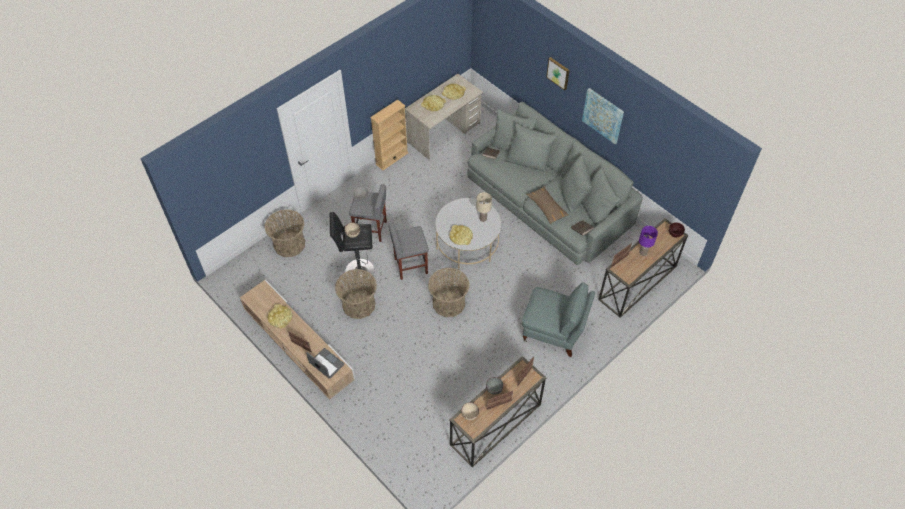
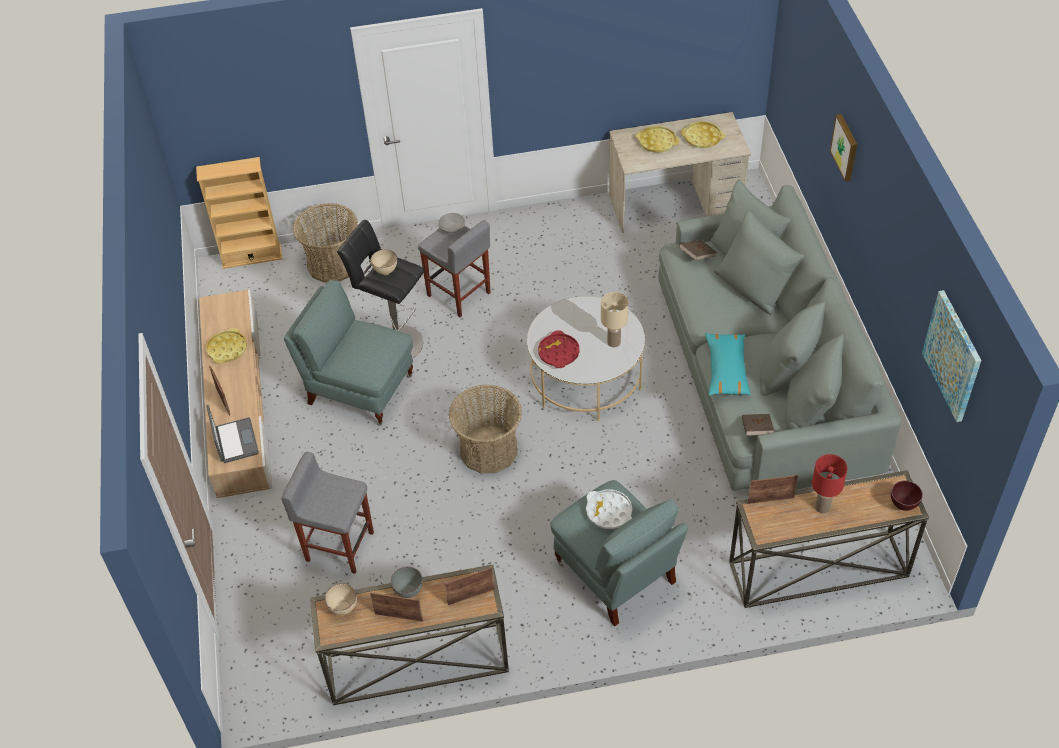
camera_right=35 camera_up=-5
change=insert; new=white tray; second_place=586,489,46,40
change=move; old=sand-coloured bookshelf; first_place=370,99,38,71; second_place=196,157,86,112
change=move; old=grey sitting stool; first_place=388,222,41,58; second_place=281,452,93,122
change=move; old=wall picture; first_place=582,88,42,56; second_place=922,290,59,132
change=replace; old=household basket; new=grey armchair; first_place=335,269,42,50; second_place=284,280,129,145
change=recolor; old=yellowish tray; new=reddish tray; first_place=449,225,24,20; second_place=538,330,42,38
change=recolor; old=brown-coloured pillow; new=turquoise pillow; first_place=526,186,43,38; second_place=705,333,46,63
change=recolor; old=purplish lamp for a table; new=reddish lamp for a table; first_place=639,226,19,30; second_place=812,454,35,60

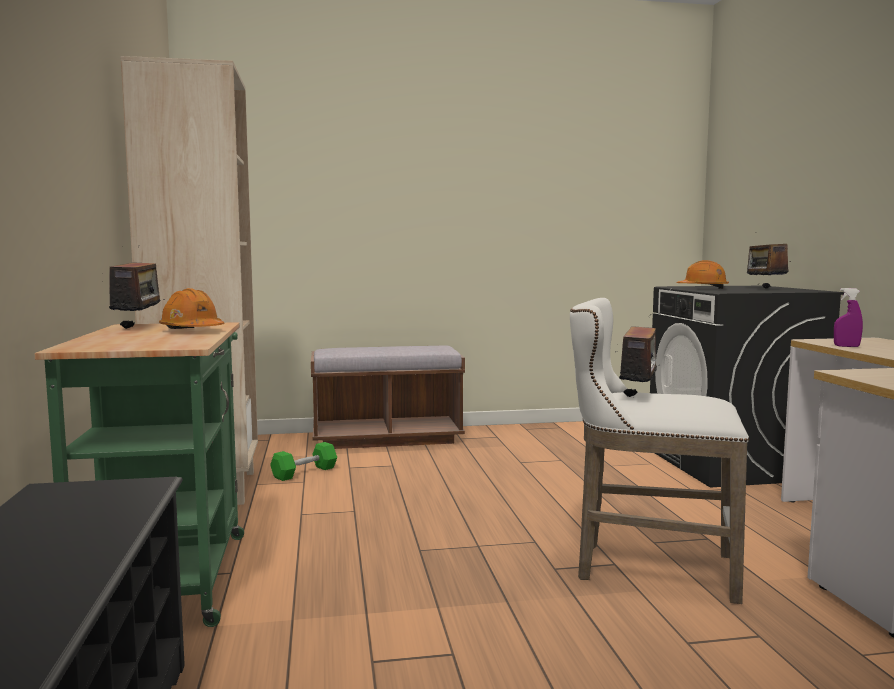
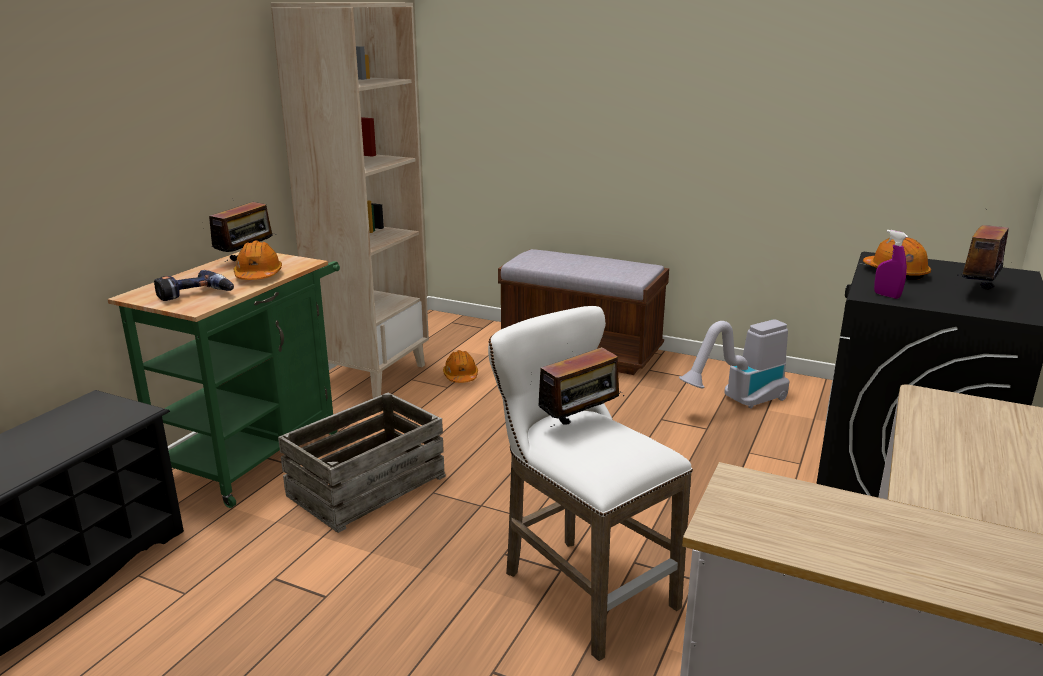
camera_right=35 camera_up=15
change=insert; new=electric drill; second_place=154,270,80,31
change=insert; new=crate; second_place=278,392,168,141
change=insert; new=vacuum; second_place=679,319,110,90
change=move; old=purplish spray bottle; first_place=834,288,29,59; second_place=874,230,34,69
change=replace; old=green-coloured free weight; new=orange hard hat; first_place=270,442,67,39; second_place=443,350,35,33

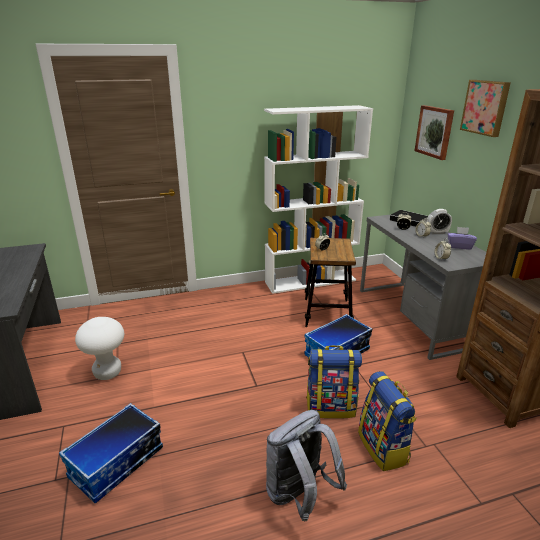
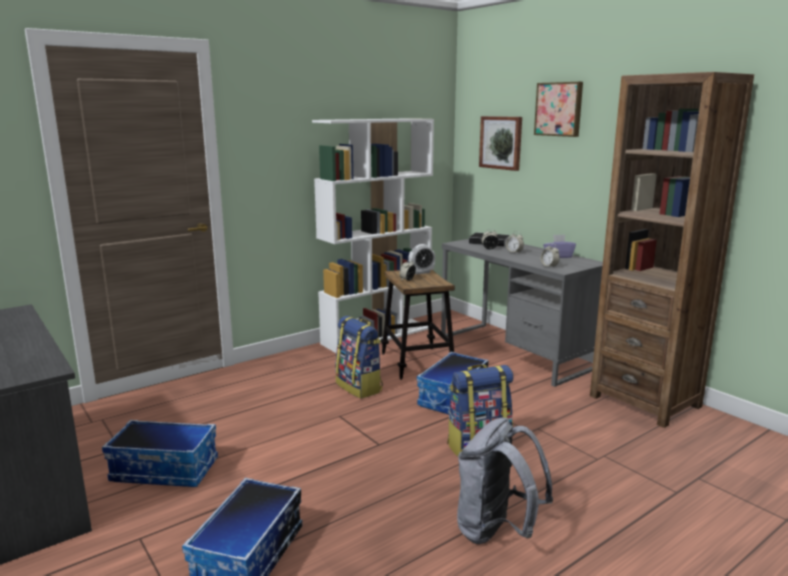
camera_right=-20 camera_up=-10
change=move; old=knapsack; first_place=358,371,59,100; second_place=335,316,48,83
change=move; old=table clock; first_place=427,209,25,25; second_place=408,244,27,30
change=replace; old=white sitting stool; new=storage container; first_place=75,317,49,63; second_place=102,420,116,67

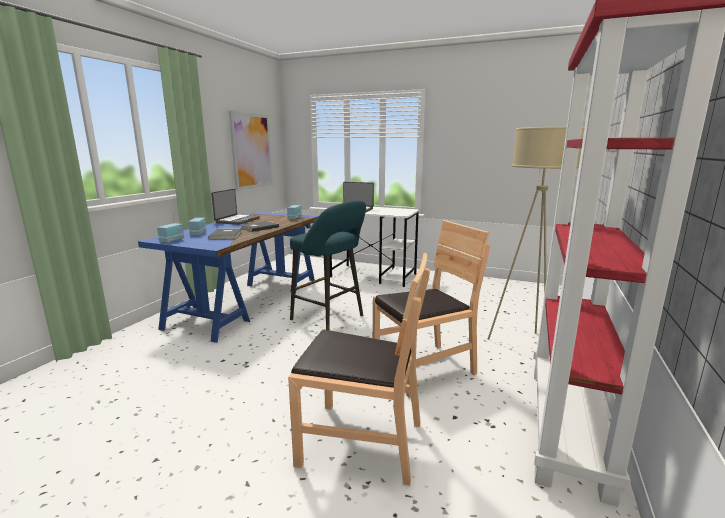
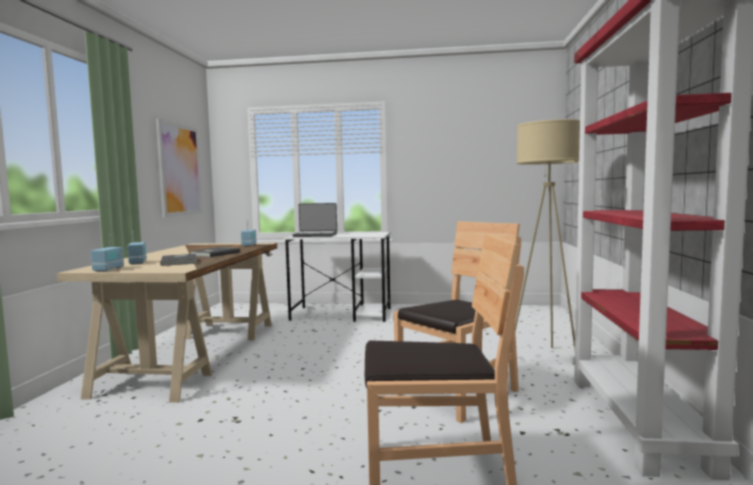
camera_right=-15 camera_up=-10
change=delete; old=portable computer; first_place=211,189,49,36
change=delete; old=turquoise sitting stool; first_place=290,200,76,130
change=recolor; old=bluish desk; new=sand-coloured desk; first_place=138,212,180,131; second_place=57,243,220,160

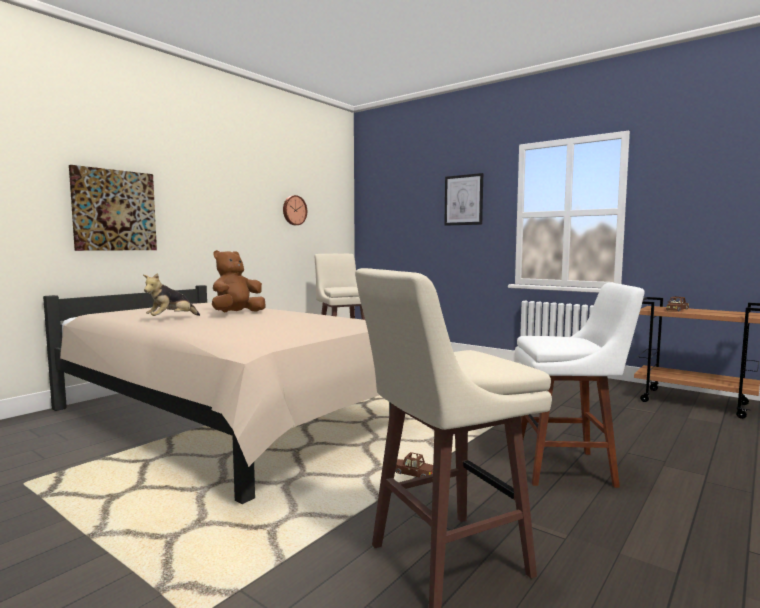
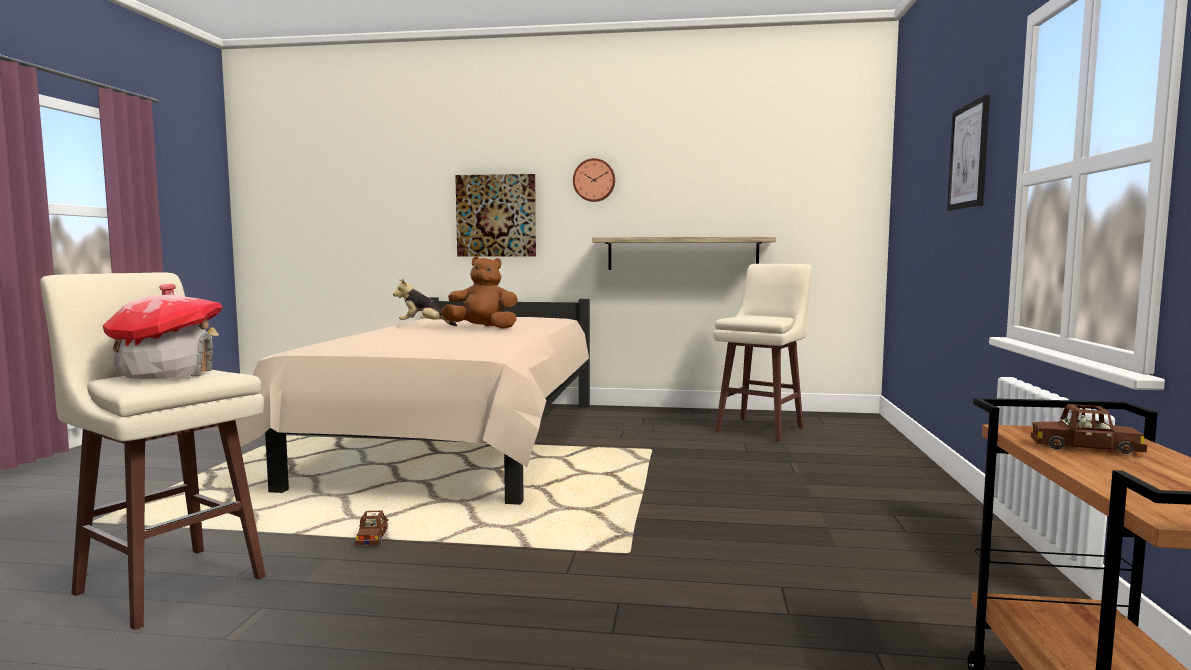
camera_right=60 camera_up=0
change=delete; old=white sitting stool; first_place=515,283,130,205
change=insert; new=toy house; second_place=103,284,120,95
change=insert; new=bracket shelf; second_place=592,237,184,33
change=move; old=clock on the wall; first_place=283,195,24,30; second_place=573,158,42,44

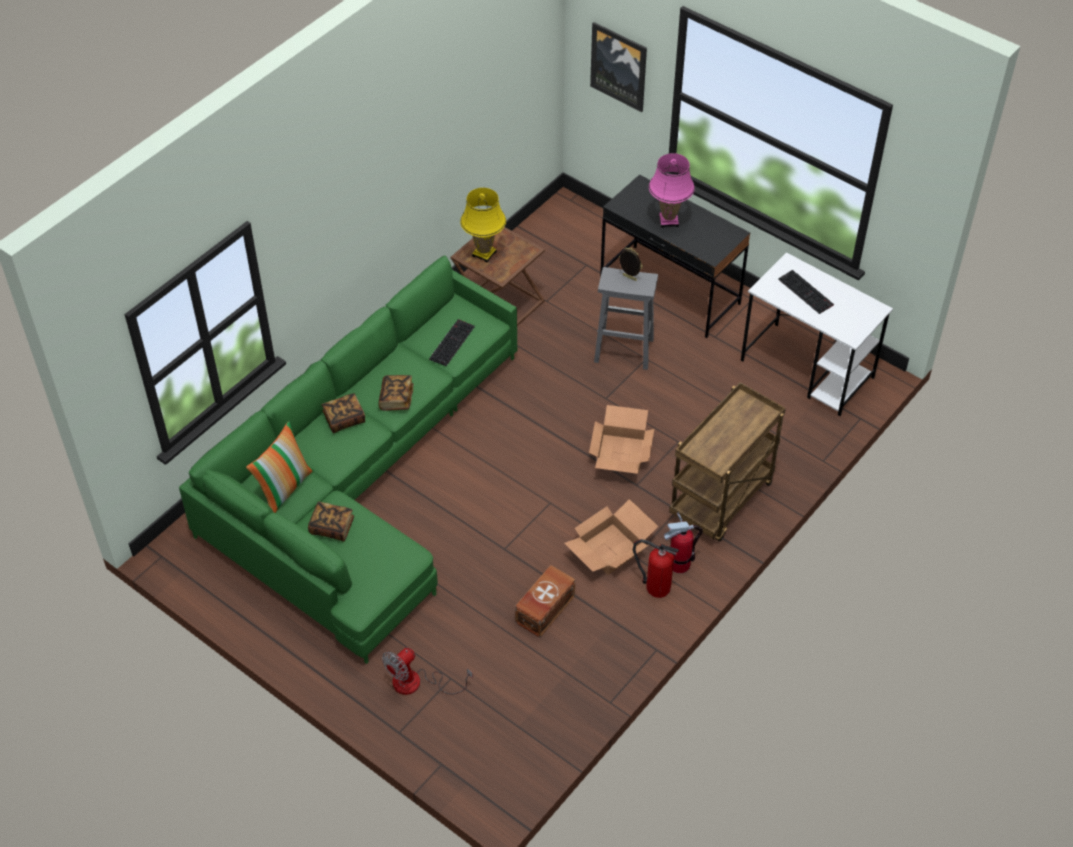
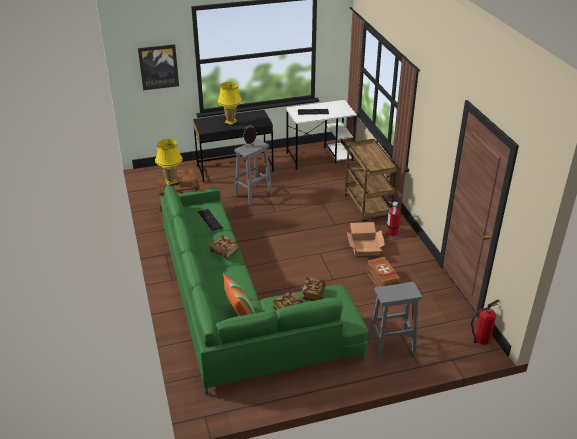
camera_right=-55 camera_up=-15
change=delete; old=packing box; first_place=589,405,65,69
change=move; old=bound book; first_place=322,393,43,40; second_place=301,277,25,24
change=move; old=extinguisher; first_place=633,539,46,59; second_place=471,299,29,46
change=replace; old=cooling fan; new=grey sitting stool; first_place=382,648,91,47; second_place=368,282,54,79
change=recolor; old=pink-coloured lamp for a table; new=yellowish lamp for a table; first_place=649,153,46,75; second_place=217,82,25,44

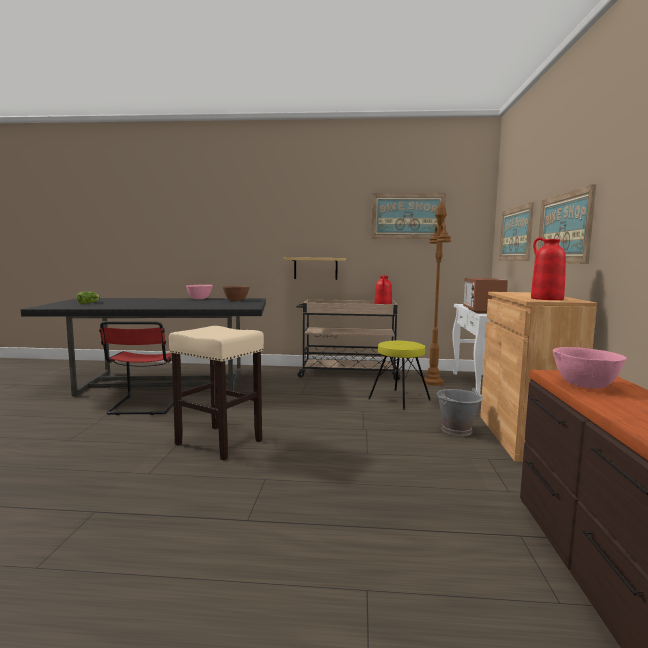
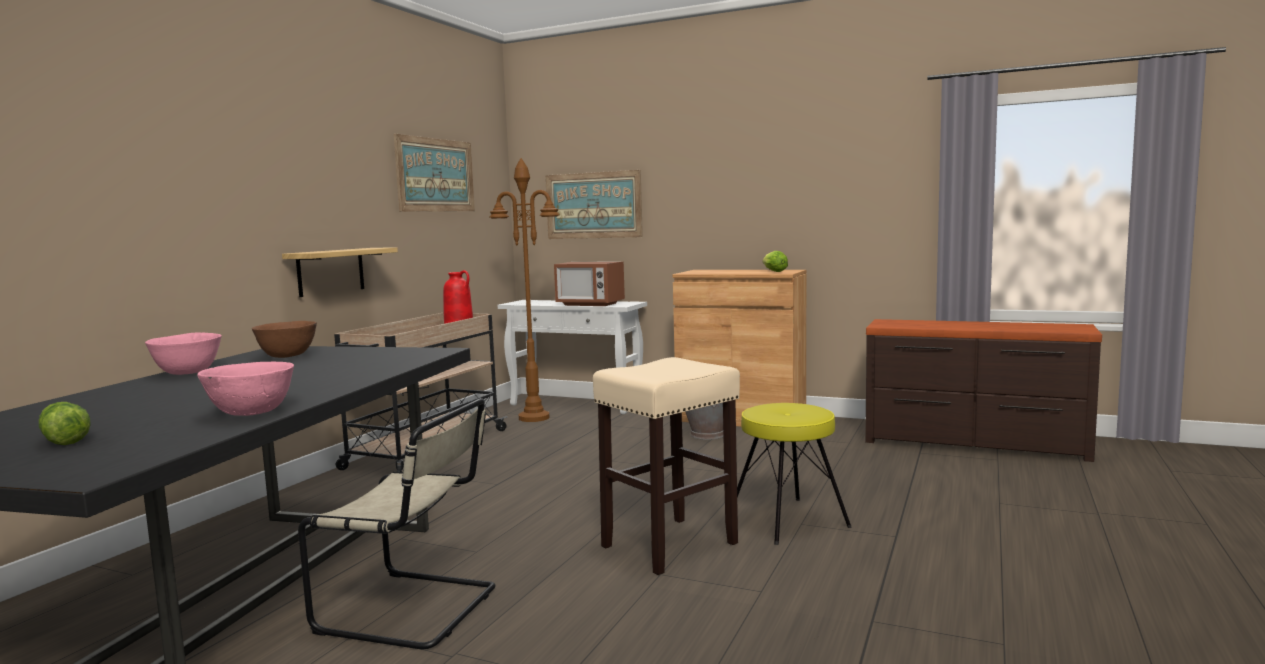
camera_right=-70 camera_up=0
change=delete; old=wall picture; first_place=538,184,58,80
change=move; old=yellowish sitting stool; first_place=368,341,63,69; second_place=737,403,115,142
change=move; old=pink-coloured deep dish; first_place=553,347,74,42; second_place=197,361,97,55
change=replace; old=reddish decorative vase; new=lettuce; first_place=531,237,35,63; second_place=763,251,25,21
change=recolor; old=reddish upright chair; new=sand-coloured upright chair; first_place=99,321,83,94; second_place=298,398,198,251

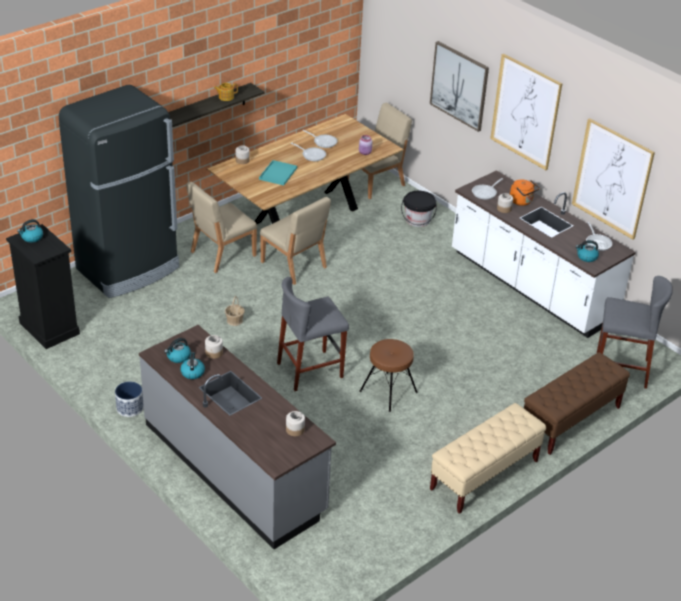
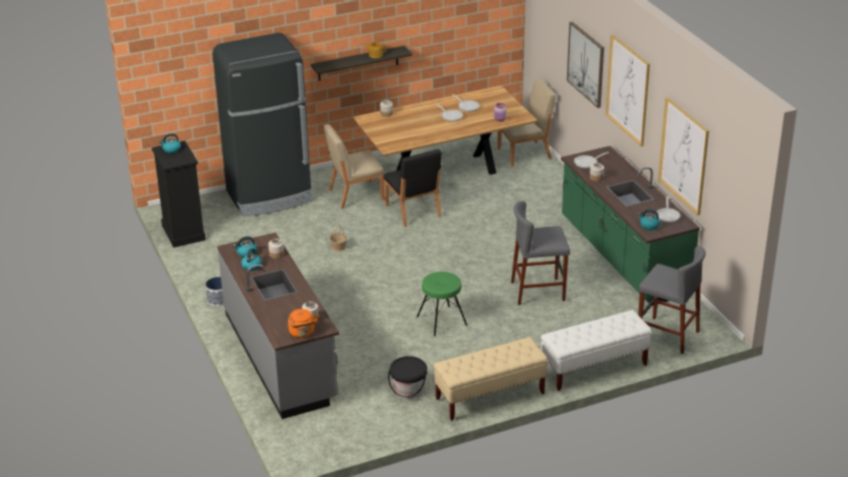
camera_right=20 camera_up=-5
change=delete; old=turquoise tray; first_place=259,160,38,25
change=move; old=grey sitting stool; first_place=277,277,72,114; second_place=511,201,59,104
change=move; old=black-coloured bucket; first_place=401,191,36,36; second_place=388,356,39,43
change=move; old=orange tea kettle; first_place=510,180,29,26; second_place=288,309,31,29
change=recolor; old=sand-coloured upright chair; new=black-coloured upright chair; first_place=260,197,71,88; second_place=384,149,58,78
change=recolor; old=brown-coloured sitting stool; new=green-coloured sitting stool; first_place=359,339,59,73; second_place=417,272,50,64
change=recolor; old=white kitchen base unit; new=green-coloured kitchen base unit; first_place=452,170,184,168; second_place=561,146,139,160
change=recolor; old=brown-coloured indoor bench; new=white indoor bench; first_place=524,352,106,103; second_place=541,310,110,81

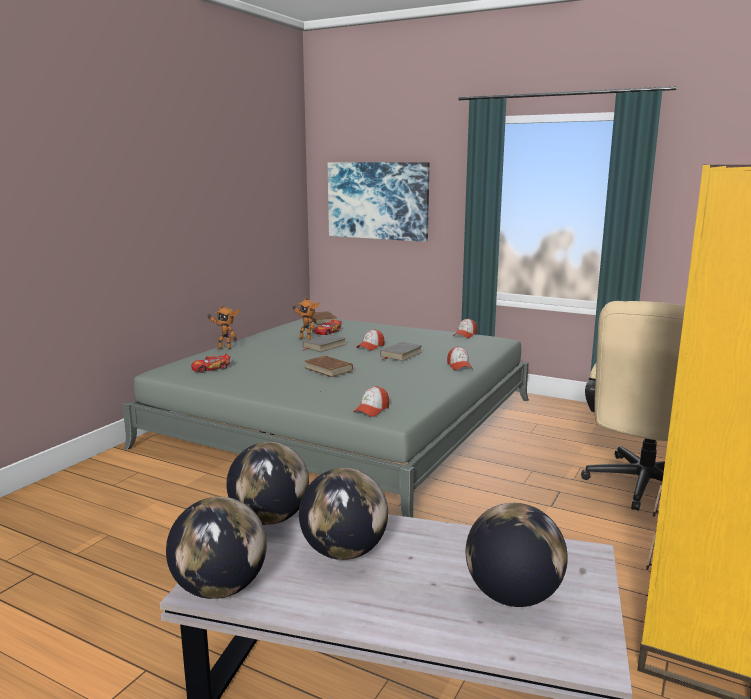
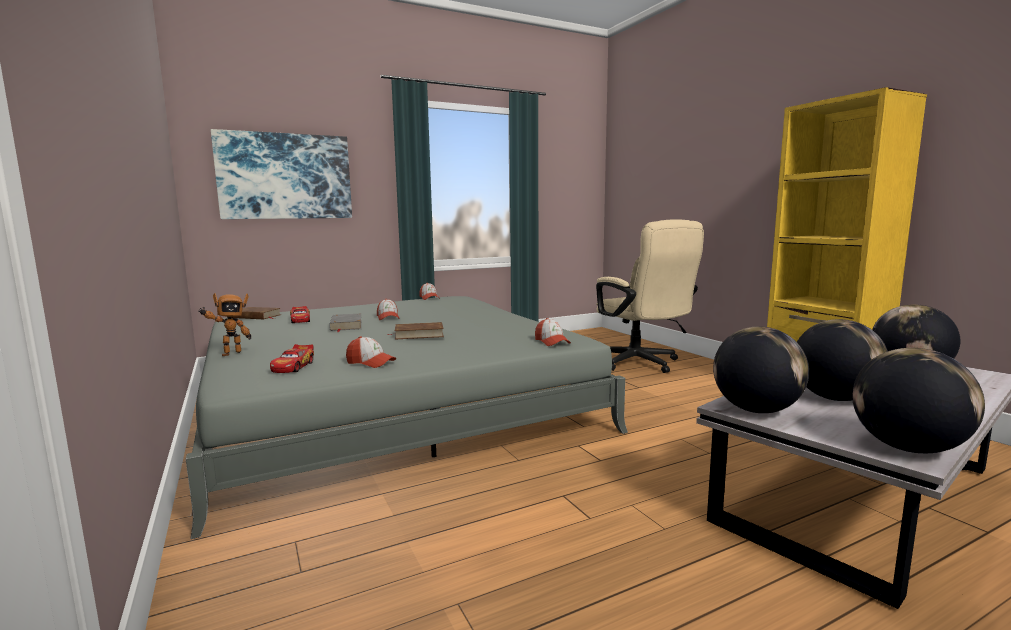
camera_right=-55 camera_up=-5
change=delete; old=model robot; first_place=293,298,27,42
change=delete; old=grey bound book; first_place=380,342,42,19
change=move; old=baseball cap; first_place=447,346,26,24; second_place=346,336,50,32

